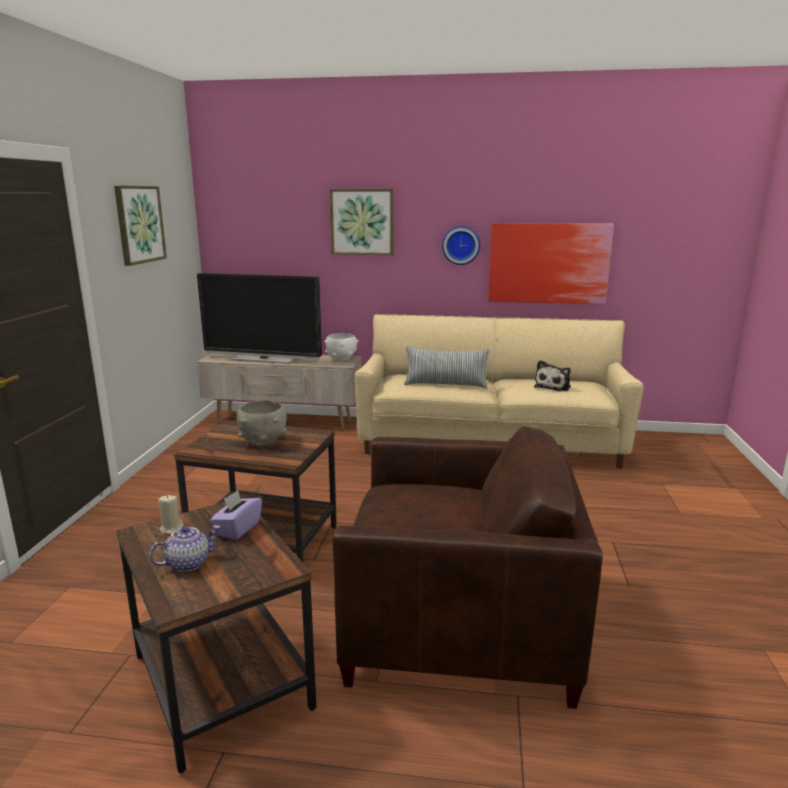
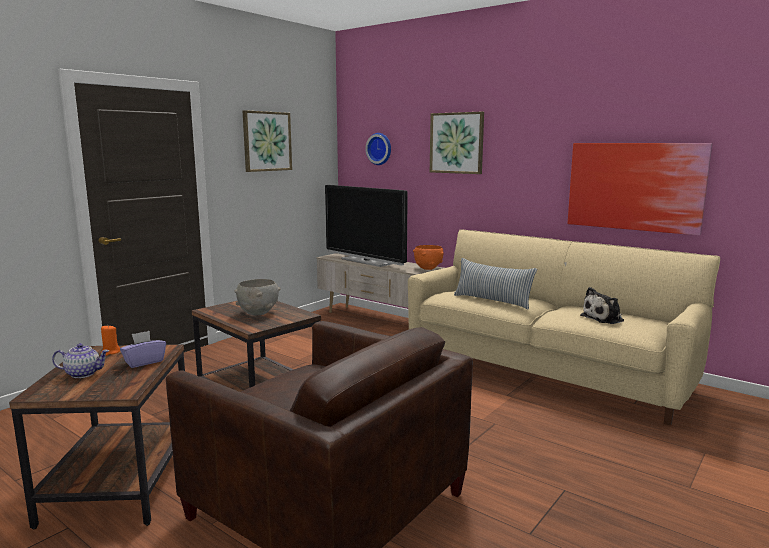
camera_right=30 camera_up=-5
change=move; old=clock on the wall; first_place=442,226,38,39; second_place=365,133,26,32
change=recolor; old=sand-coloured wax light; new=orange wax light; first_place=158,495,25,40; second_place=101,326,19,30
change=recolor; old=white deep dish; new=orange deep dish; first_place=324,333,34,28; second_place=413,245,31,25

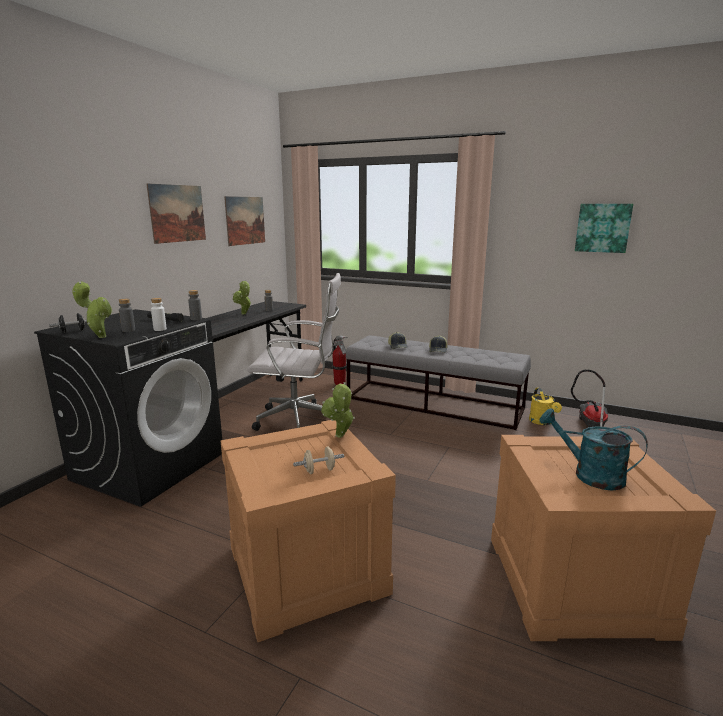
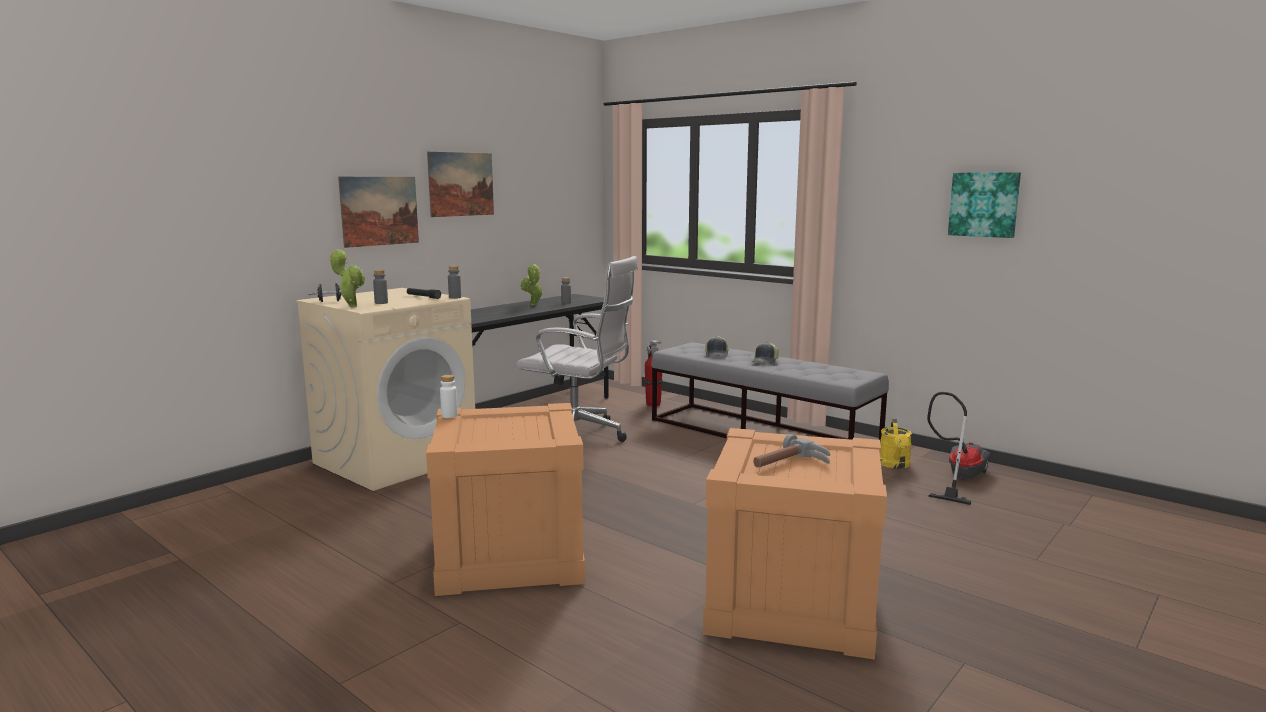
camera_right=15 camera_up=-5
change=delete; old=sand-coloured free weight; first_place=293,447,51,27
change=delete; old=potted plant; first_place=321,382,34,56
change=move; old=white drink bottle; first_place=151,298,16,33; second_place=440,375,18,43
change=move; old=wall picture; first_place=224,196,41,50; second_place=338,177,81,71
change=replace; old=turquoise watering can; new=hammer; first_place=540,408,108,83; second_place=753,434,77,33
change=recolor; old=black-coloured laundry machine; new=sand-coloured laundry machine; first_place=34,309,188,198; second_place=296,288,179,203

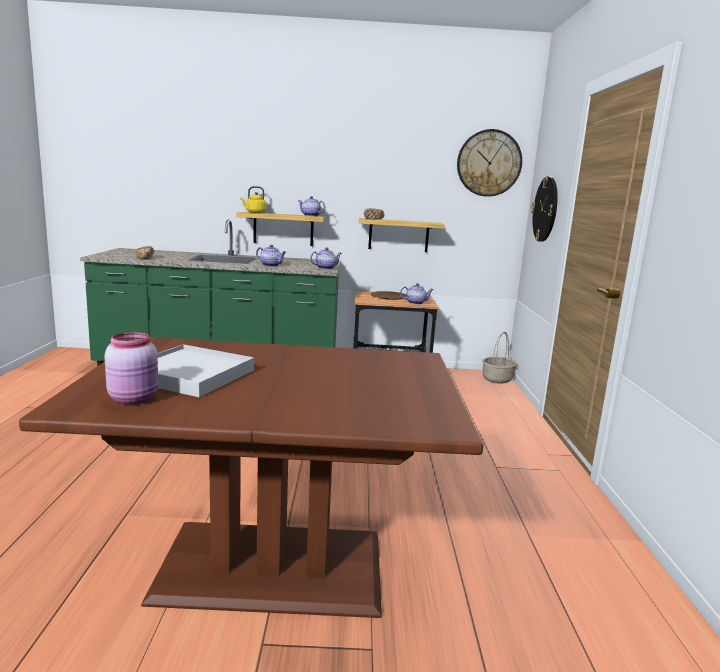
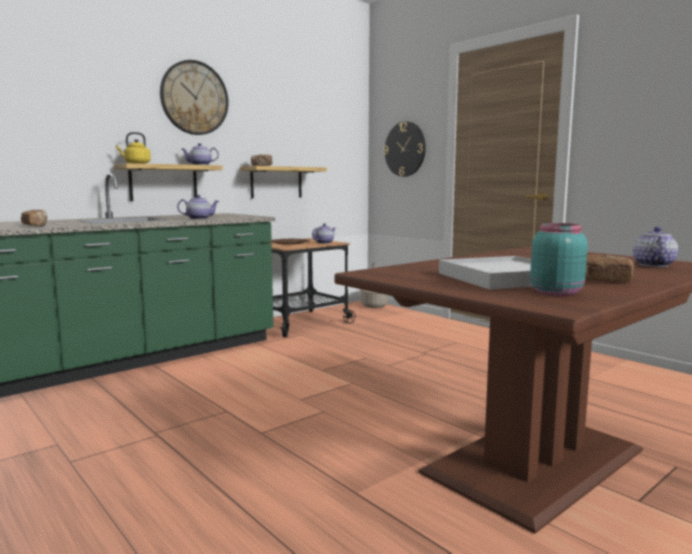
camera_right=-40 camera_up=-5
change=insert; new=baked bread; second_place=585,255,48,27
change=move; old=tea pot; first_place=310,248,32,21; second_place=633,227,45,40
change=move; old=clock on the wall; first_place=457,129,65,68; second_place=160,60,69,75
change=recolor; old=pink-coloured storage jar; new=turquoise storage jar; first_place=105,332,53,72; second_place=530,223,58,73

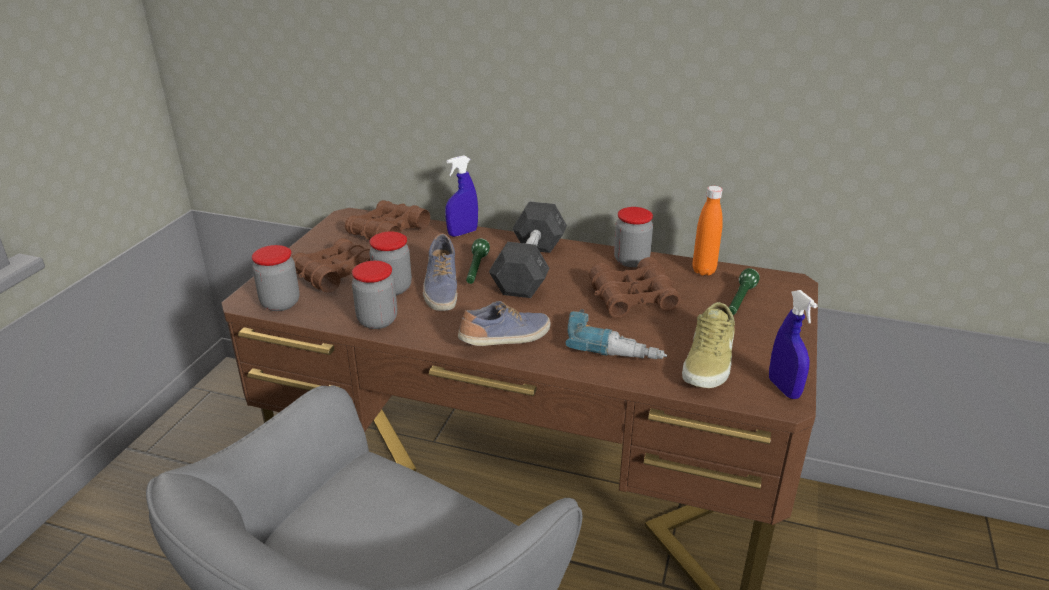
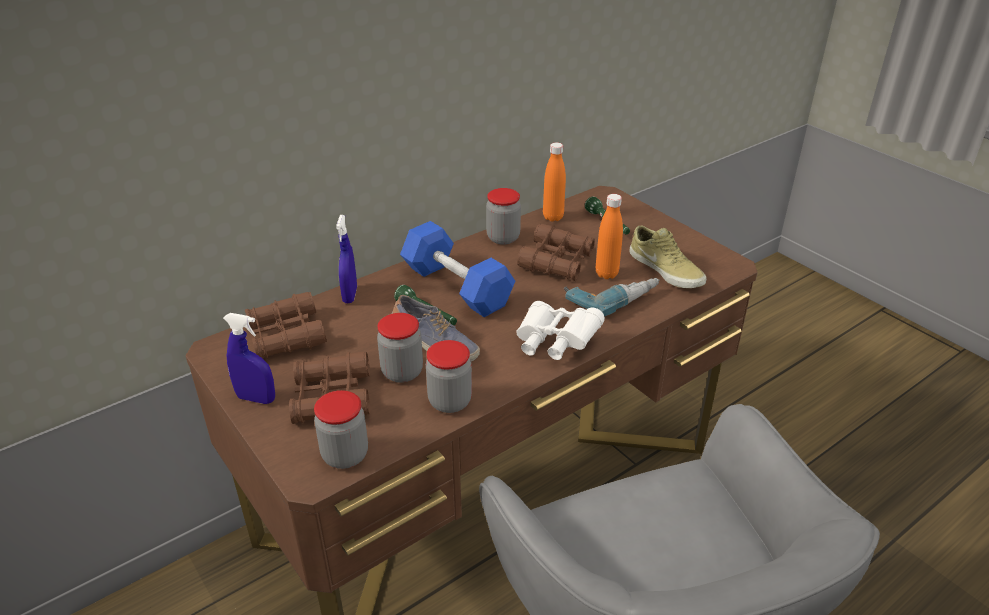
camera_right=-55 camera_up=5
change=insert; new=orange drink bottle; second_place=596,194,27,85
change=move; old=bluish spray bottle; first_place=769,290,49,109; second_place=223,313,52,91
change=replace; old=shoe; new=white pair of binoculars; first_place=458,301,93,45; second_place=516,301,89,59
change=recolor; old=grey free weight; new=bluish free weight; first_place=489,201,78,97; second_place=400,221,115,96

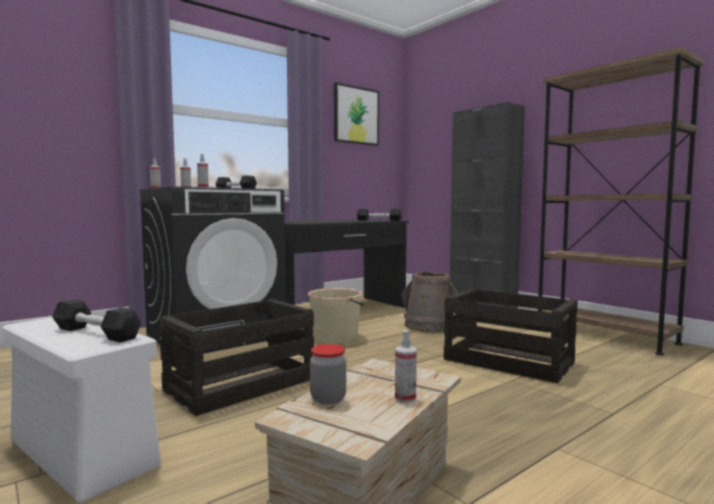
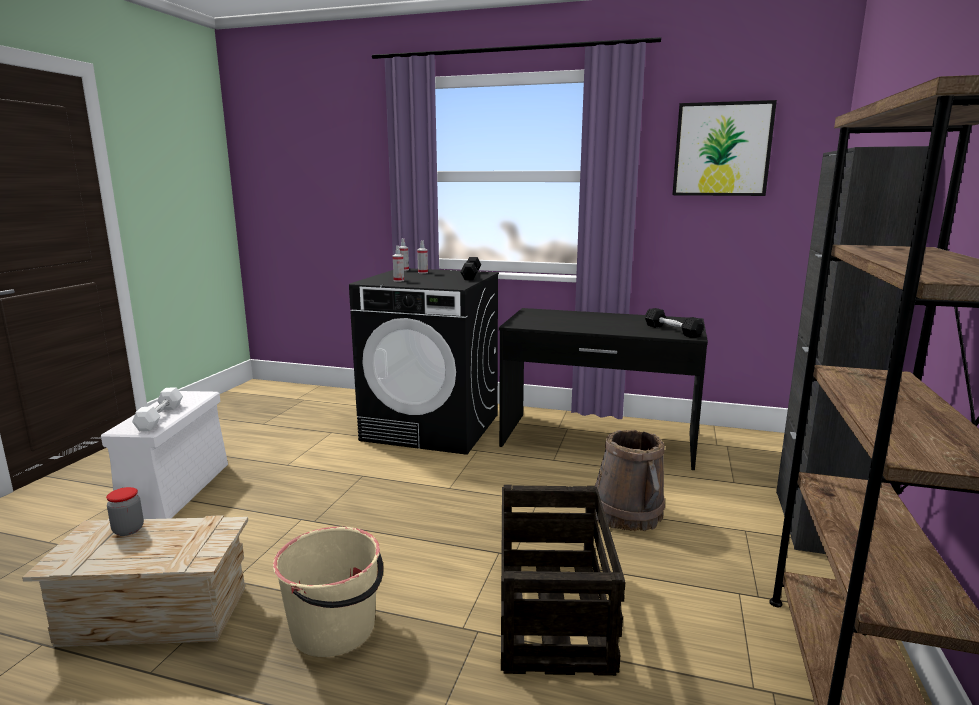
camera_right=55 camera_up=10
change=delete; old=crate; first_place=159,299,155,117
change=delete; old=spray bottle; first_place=395,330,22,73
change=move; old=sand-coloured bucket; first_place=308,288,56,56; second_place=273,527,110,130
change=recolor; old=black-coloured free weight; new=white free weight; first_place=52,299,89,44; second_place=132,387,51,44

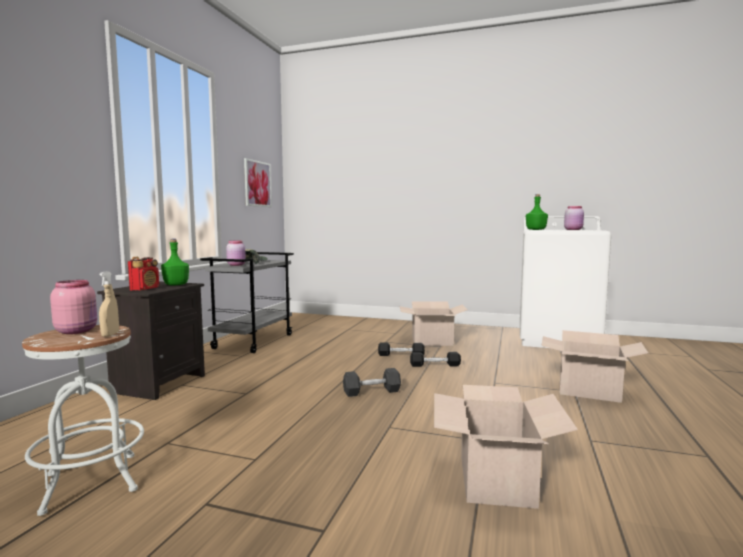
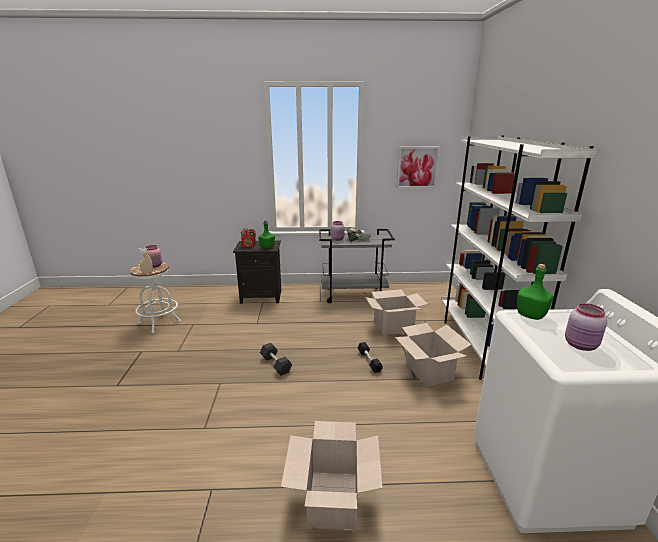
camera_right=70 camera_up=15
change=delete; old=black-coloured free weight; first_place=410,352,51,15
change=insert; new=white bookshelf; second_place=441,135,157,245
change=move; old=packing box; first_place=434,385,144,124; second_place=365,289,62,46

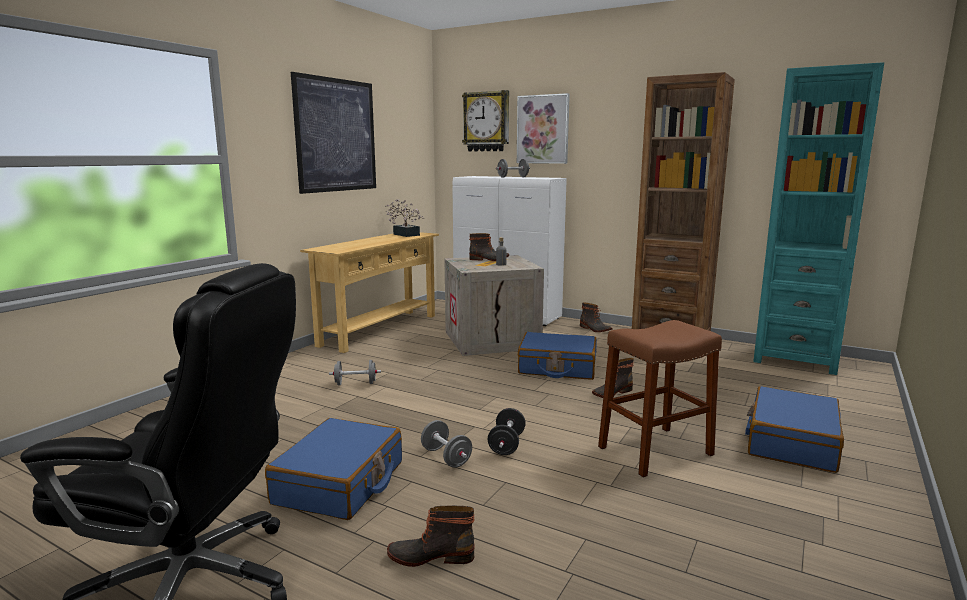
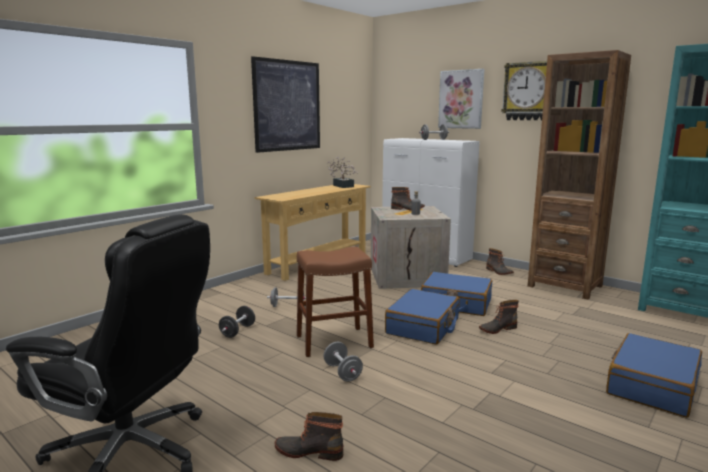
camera_right=10 camera_up=0
change=move; old=bluish travel case; first_place=265,418,137,102; second_place=385,289,74,55
change=move; old=clock on the wall; first_place=462,90,47,61; second_place=501,61,46,59
change=move; old=black-coloured free weight; first_place=488,408,38,47; second_place=219,306,36,32
change=move; old=brown-coloured sitting stool; first_place=598,320,124,157; second_place=297,247,77,110

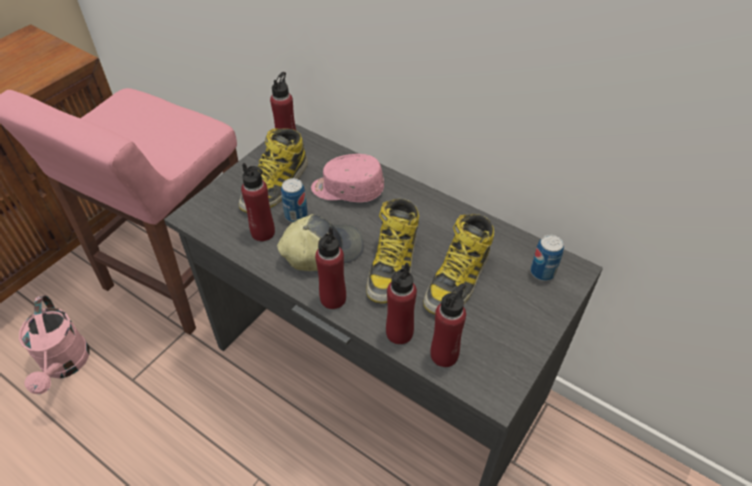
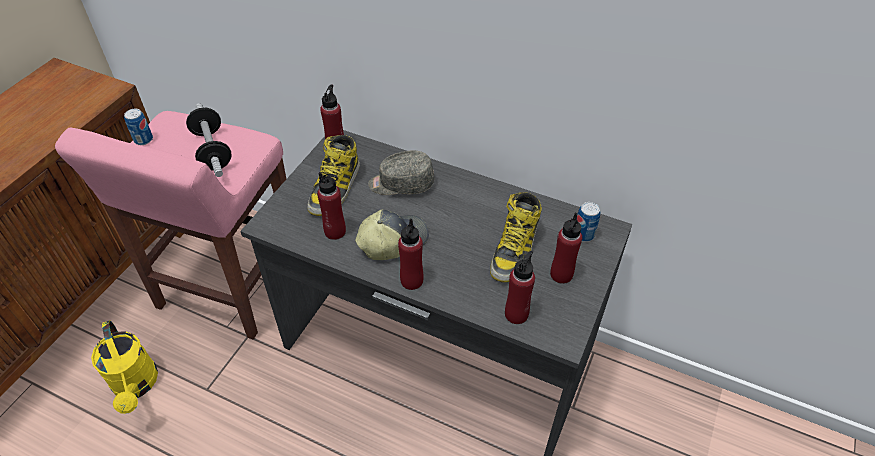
camera_right=-10 camera_up=0
change=delete; old=high-top boot; first_place=366,199,53,105
change=insert; new=free weight; second_place=186,103,46,74
change=move; old=metal can; first_place=281,178,27,44; second_place=124,109,29,36
change=move; old=reddish drink bottle; first_place=386,262,31,83; second_place=550,213,32,71
change=recolor; old=pink-coloured watering can; new=yellowish watering can; first_place=19,295,71,99; second_place=91,320,67,94
change=recolor; old=pink-coloured baseball cap; new=grey baseball cap; first_place=311,154,73,48; second_place=368,151,66,44

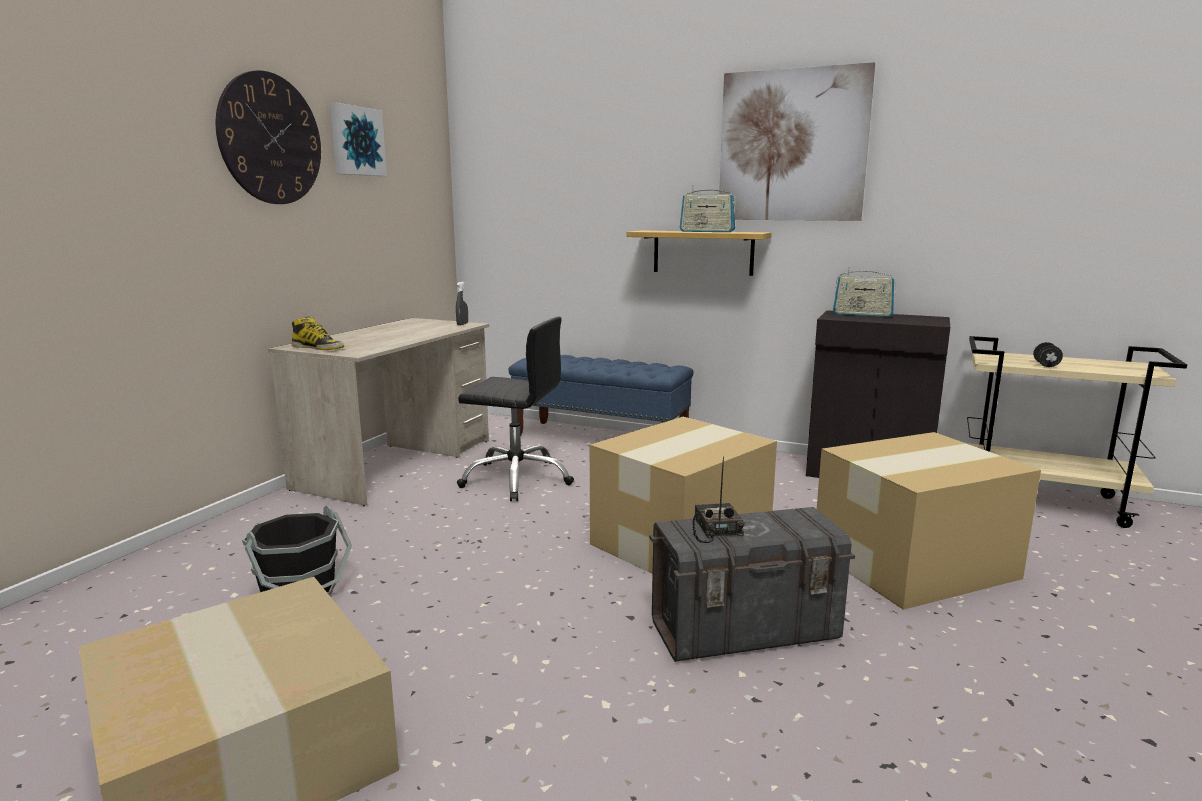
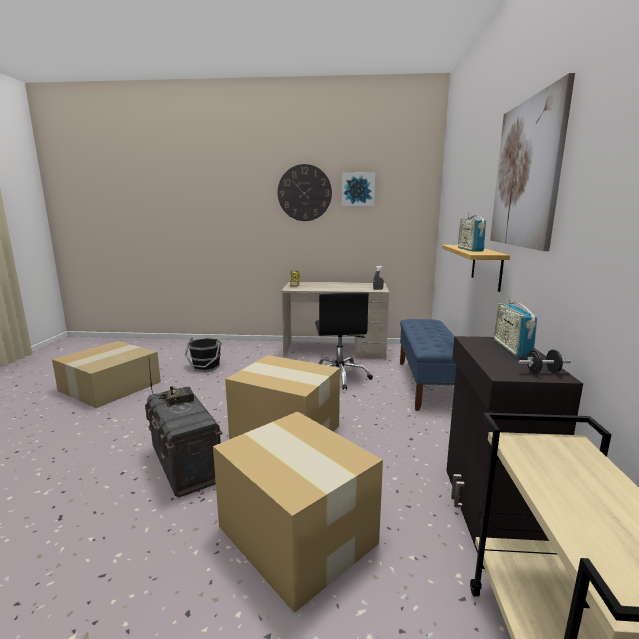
camera_right=70 camera_up=0
change=move; old=black-coloured free weight; first_place=1033,342,30,25; second_place=518,350,53,24

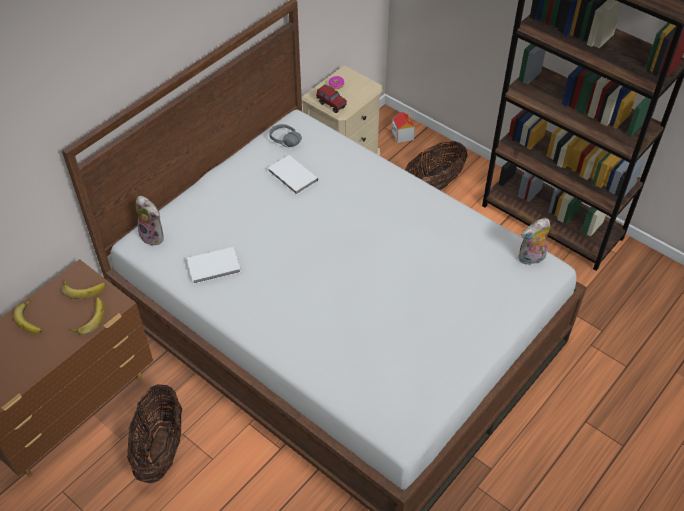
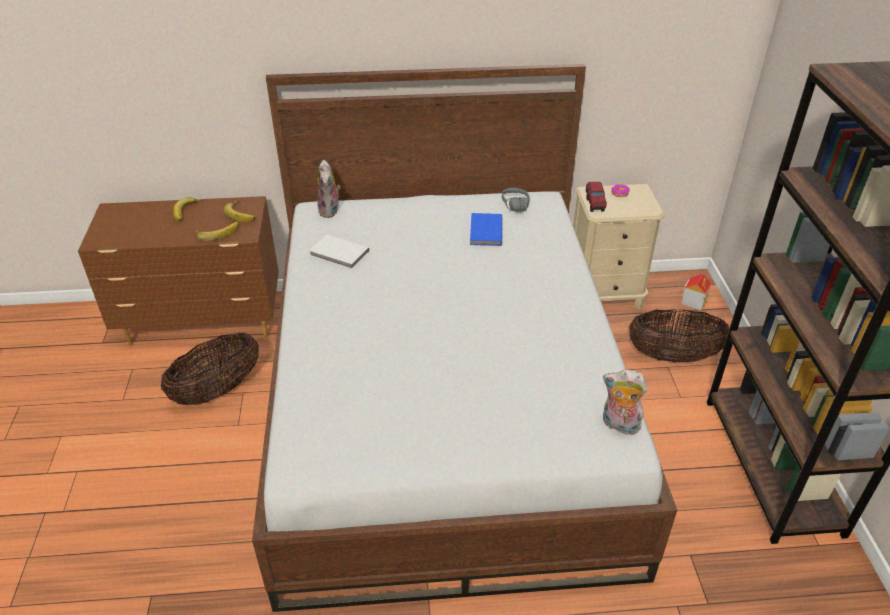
camera_right=45 camera_up=-10
change=recolor; old=white bound book; new=bluish bound book; first_place=268,155,50,40; second_place=470,213,32,33

